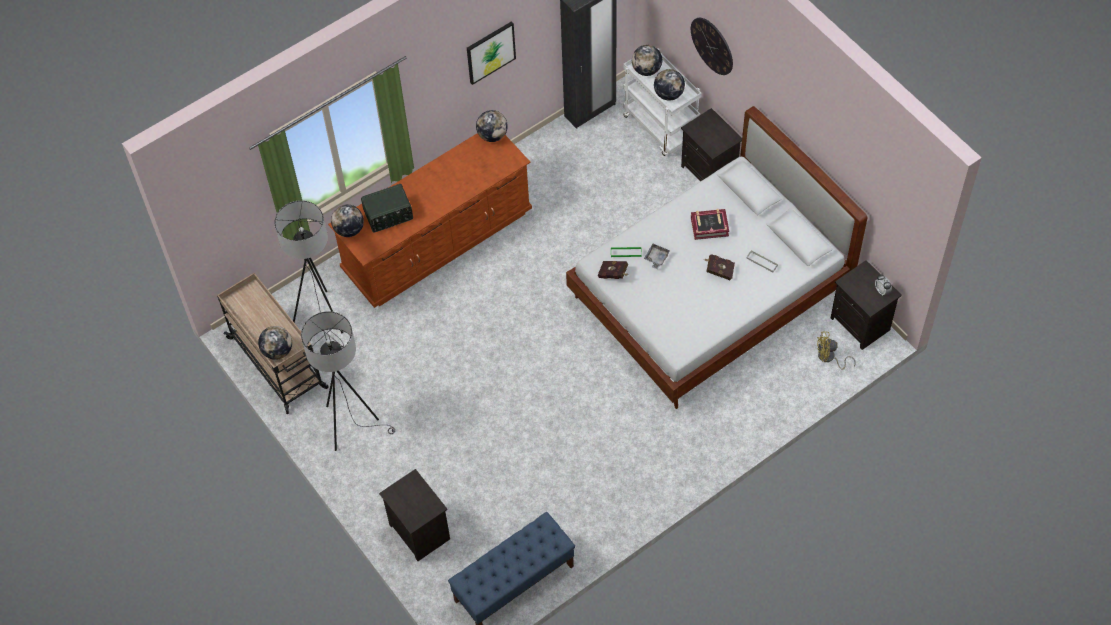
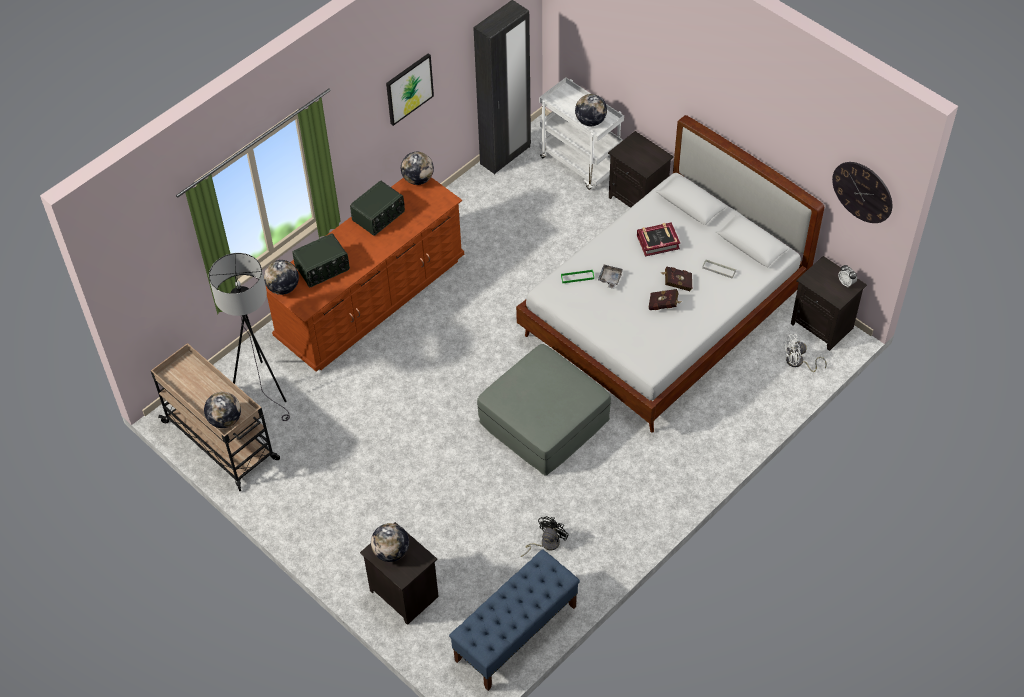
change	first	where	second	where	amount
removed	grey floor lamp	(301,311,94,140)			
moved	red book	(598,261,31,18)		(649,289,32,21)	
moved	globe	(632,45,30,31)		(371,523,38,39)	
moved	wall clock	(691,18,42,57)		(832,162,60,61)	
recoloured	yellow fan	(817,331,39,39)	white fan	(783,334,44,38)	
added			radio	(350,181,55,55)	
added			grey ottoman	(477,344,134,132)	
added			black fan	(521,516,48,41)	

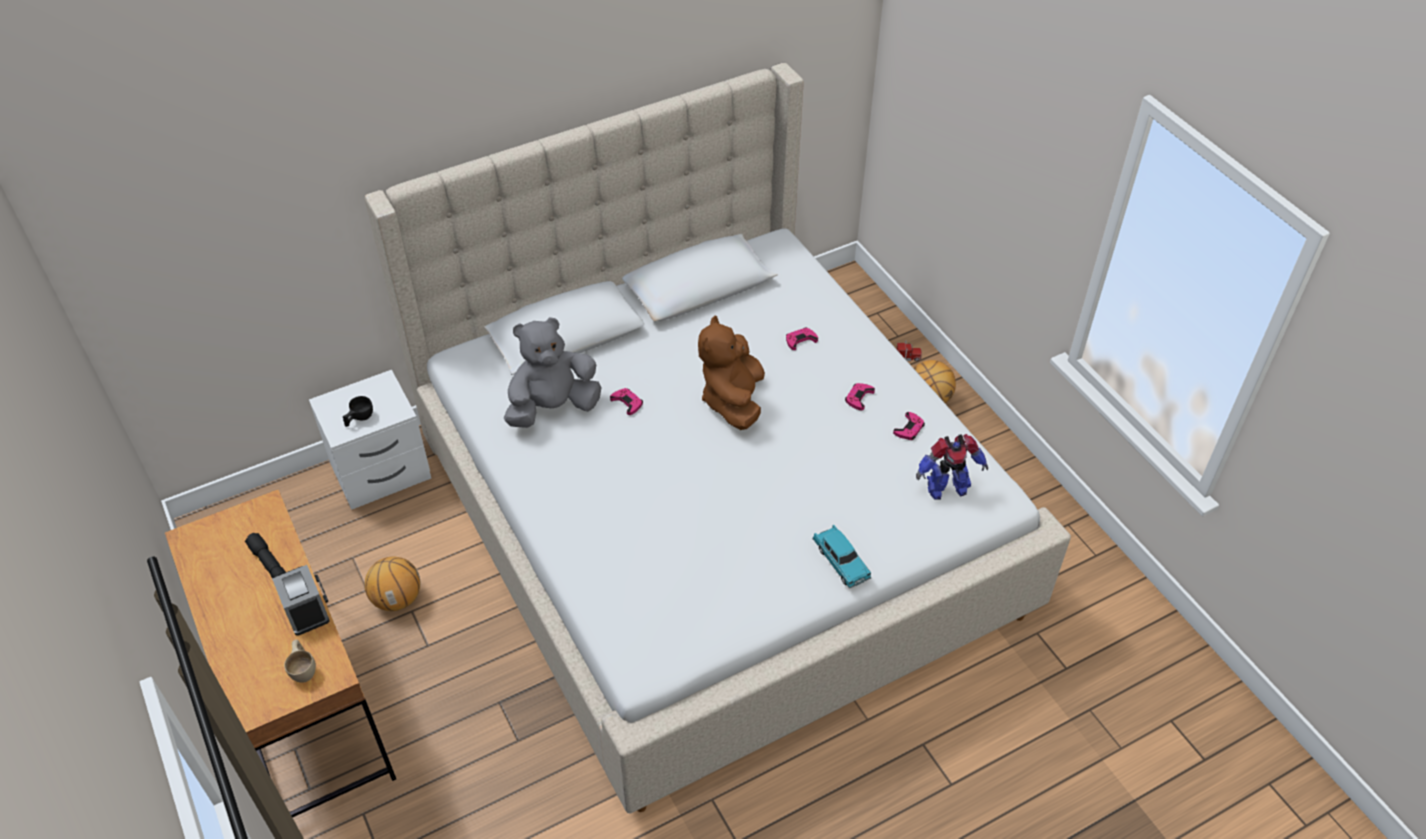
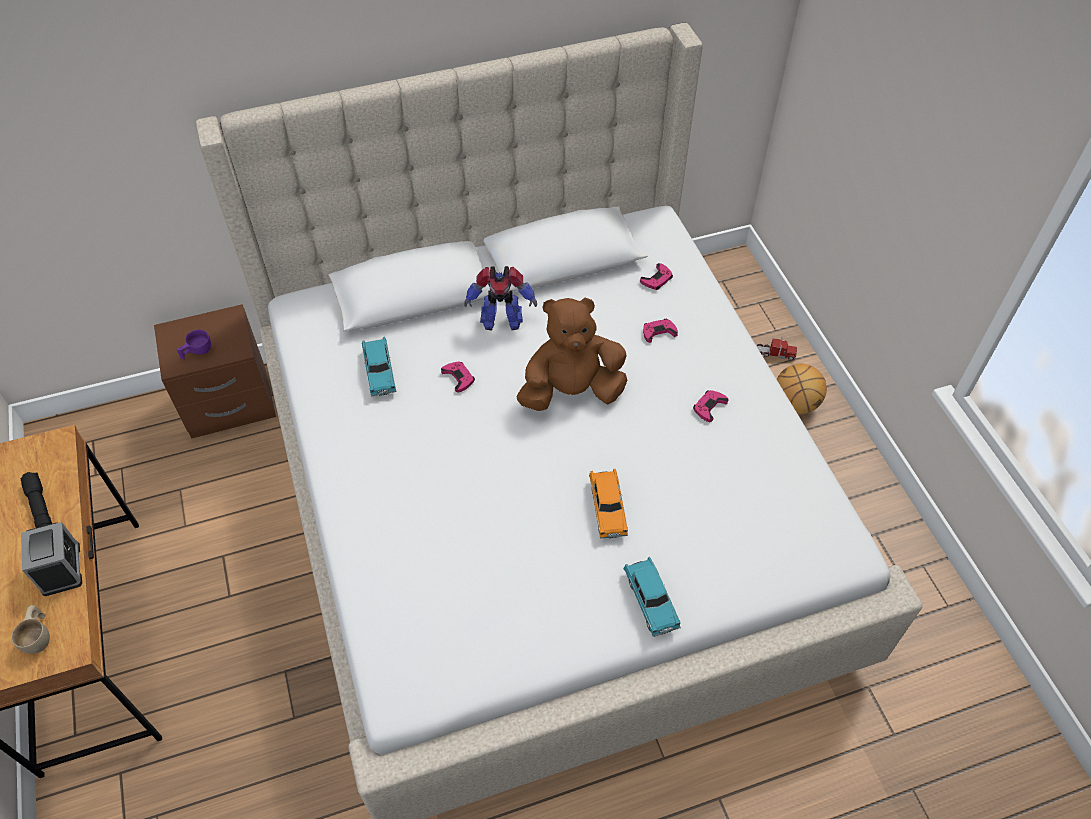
change	first	where	second	where	amount
recoloured	white nightstand	(309,370,122,140)	brown nightstand	(154,304,122,135)	
recoloured	black cup	(343,396,30,31)	purple cup	(177,330,34,29)	
removed	basketball	(365,557,55,54)			
replaced	grey plush toy	(504,317,98,111)	turquoise toy car	(362,337,35,60)	
turned	brown plush toy	(698,315,67,115)		(516,298,111,113)	60 degrees clockwise
moved	pink game controller	(893,412,32,28)		(640,263,33,27)	
moved	toy robot	(916,434,72,66)		(464,266,73,65)	
added			orange toy car	(589,469,39,70)	

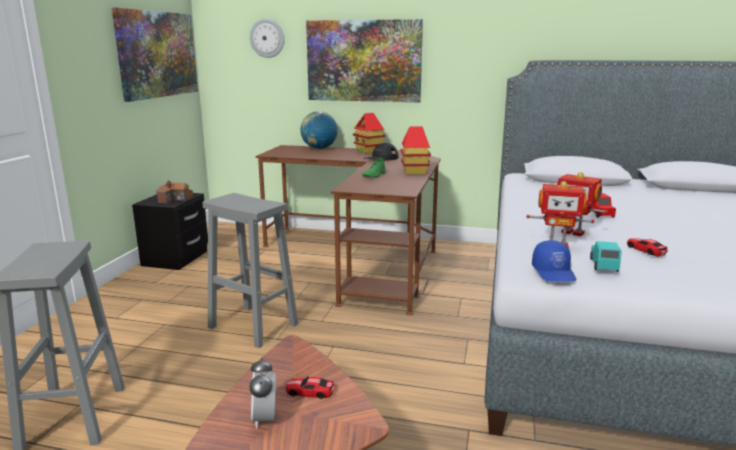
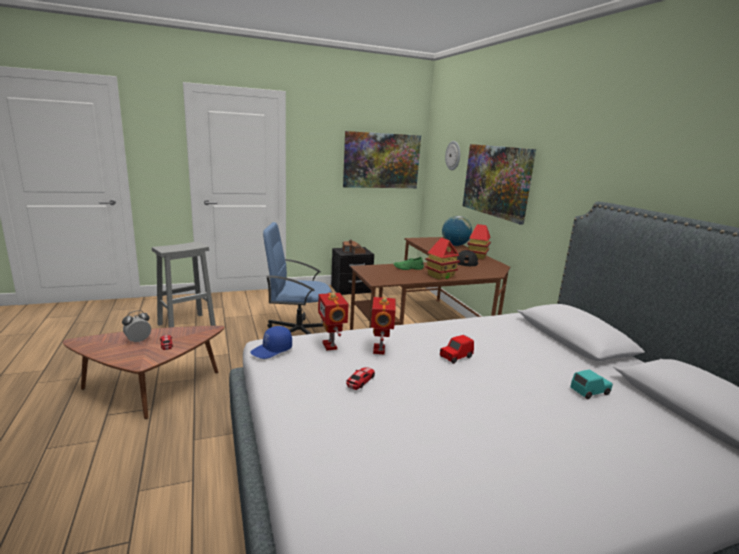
change	first	where	second	where	amount
replaced	grey stool	(203,193,95,155)	blue office chair	(263,222,68,112)	
moved	turquoise toy car	(590,241,32,31)		(570,369,43,30)	

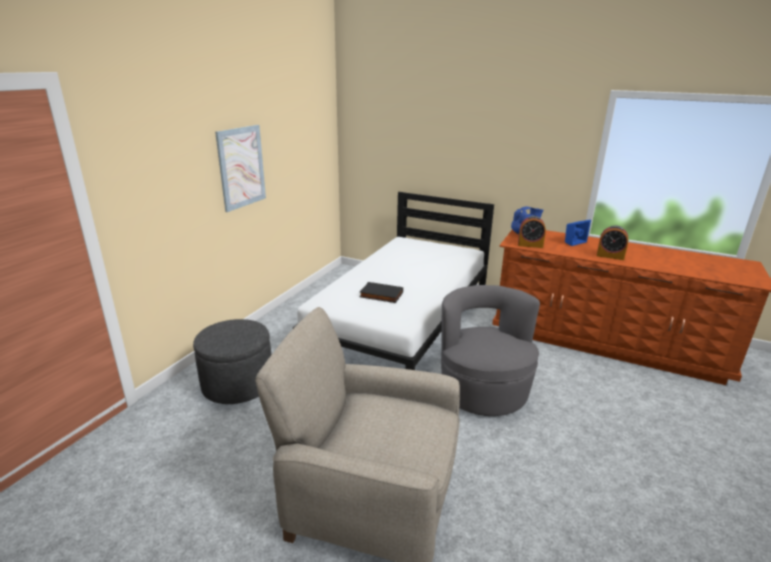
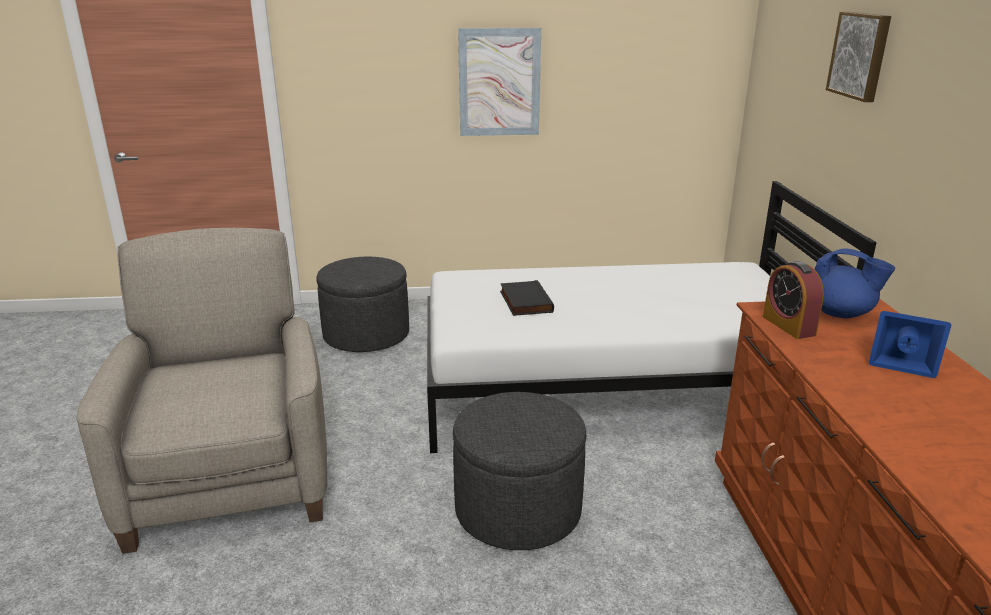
change	first	where	second	where	amount
replaced	grey armchair	(441,285,99,131)	grey ottoman	(453,392,133,158)	
removed	alarm clock	(597,226,31,34)			
added			picture	(826,11,65,91)	

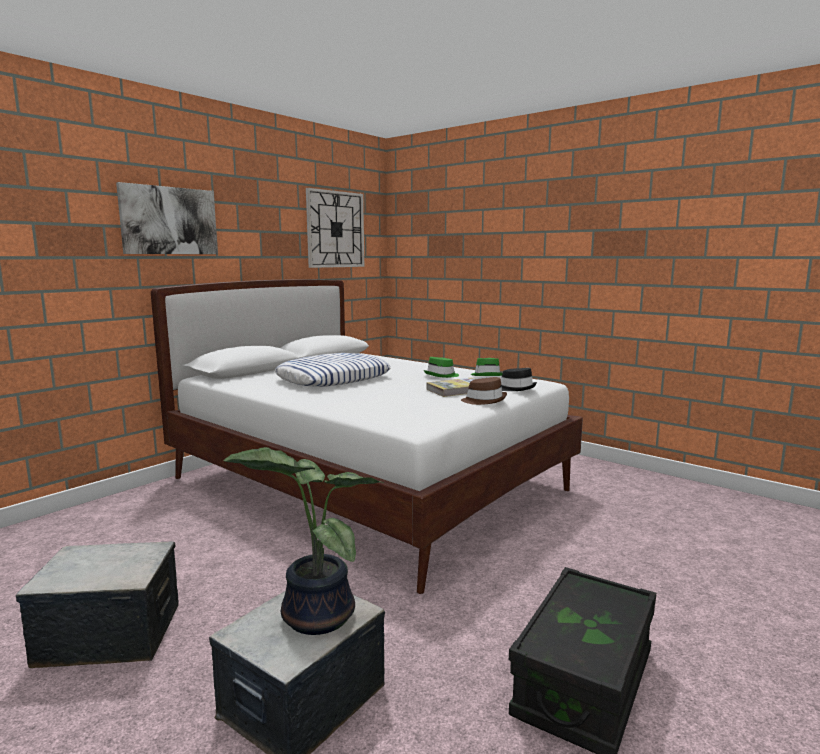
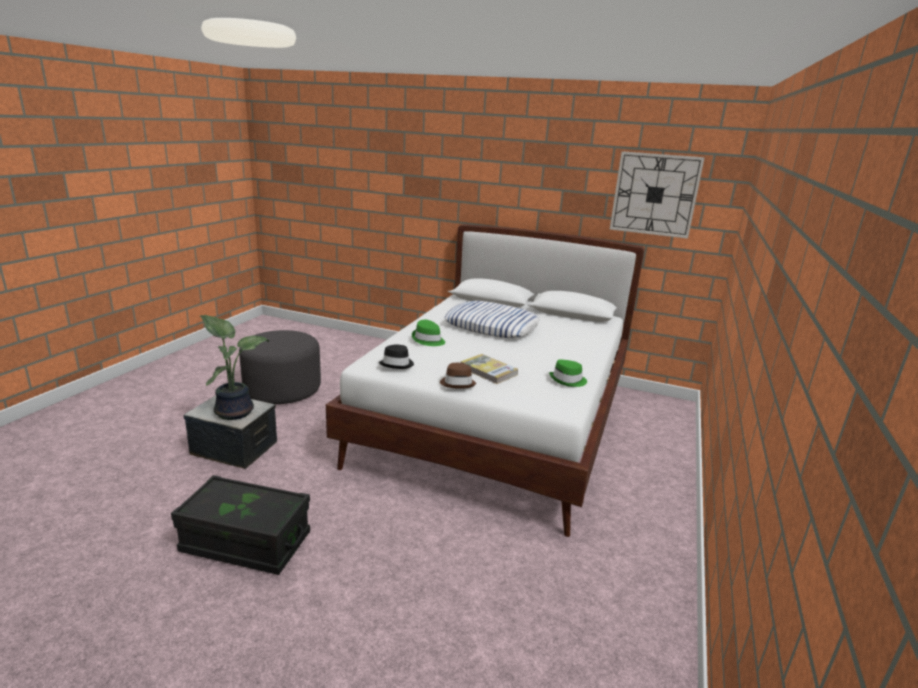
change	first	where	second	where	amount
replaced	storage box	(16,541,163,127)	grey ottoman	(239,330,82,74)	
removed	picture	(116,182,102,72)			
moved	green hat	(424,357,35,21)		(412,320,33,26)	
moved	black hat	(501,368,36,23)		(379,344,35,25)	

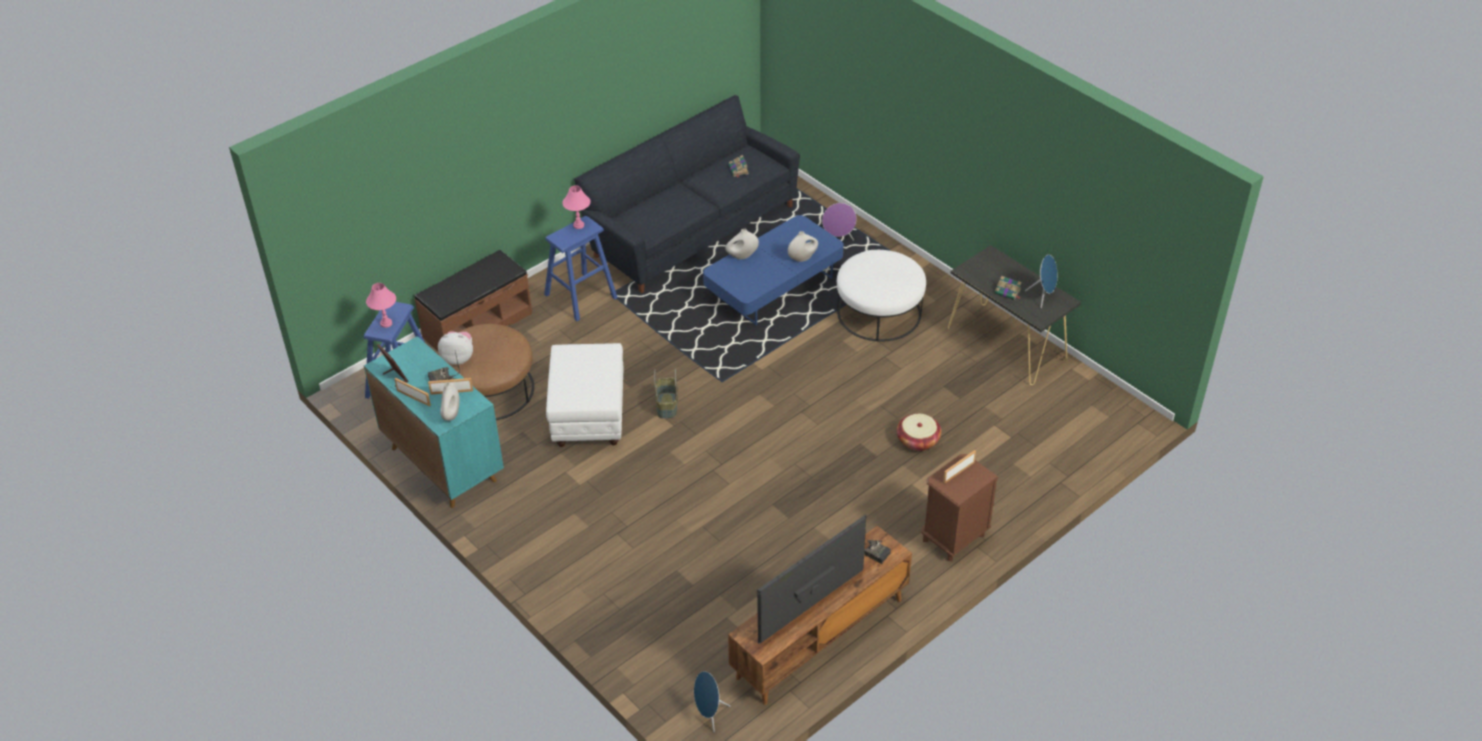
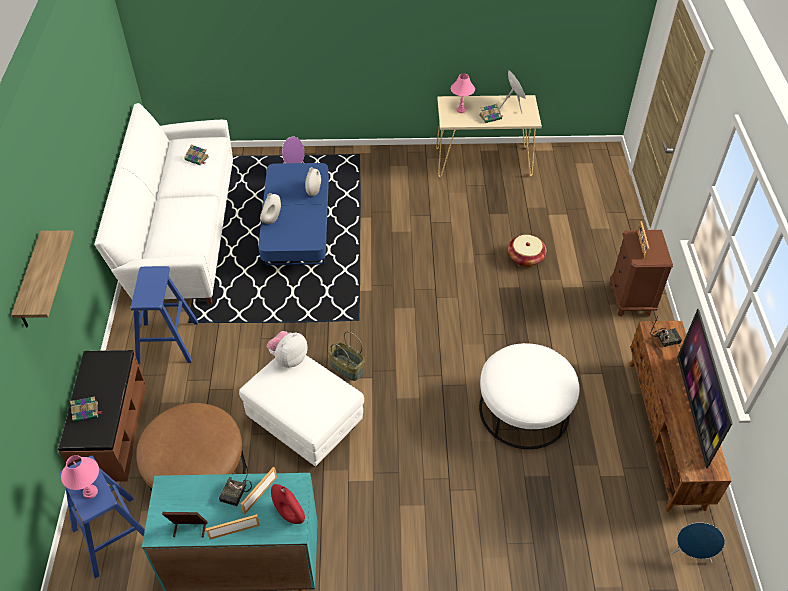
change	first	where	second	where	amount
moved	plush toy	(438,332,35,33)		(267,331,41,37)	
recoloured	white vase	(440,382,19,39)	red vase	(271,484,34,40)	
moved	pink table lamp	(562,185,29,44)		(451,74,24,39)	
recoloured	black sofa	(574,95,226,198)	white sofa	(94,103,139,201)	
moved	white ottoman	(837,250,89,92)		(479,343,101,106)	
recoloured	black console table	(948,245,133,140)	beige console table	(436,95,106,83)	
added			shelf	(11,230,63,97)	
added			book	(70,396,33,26)	

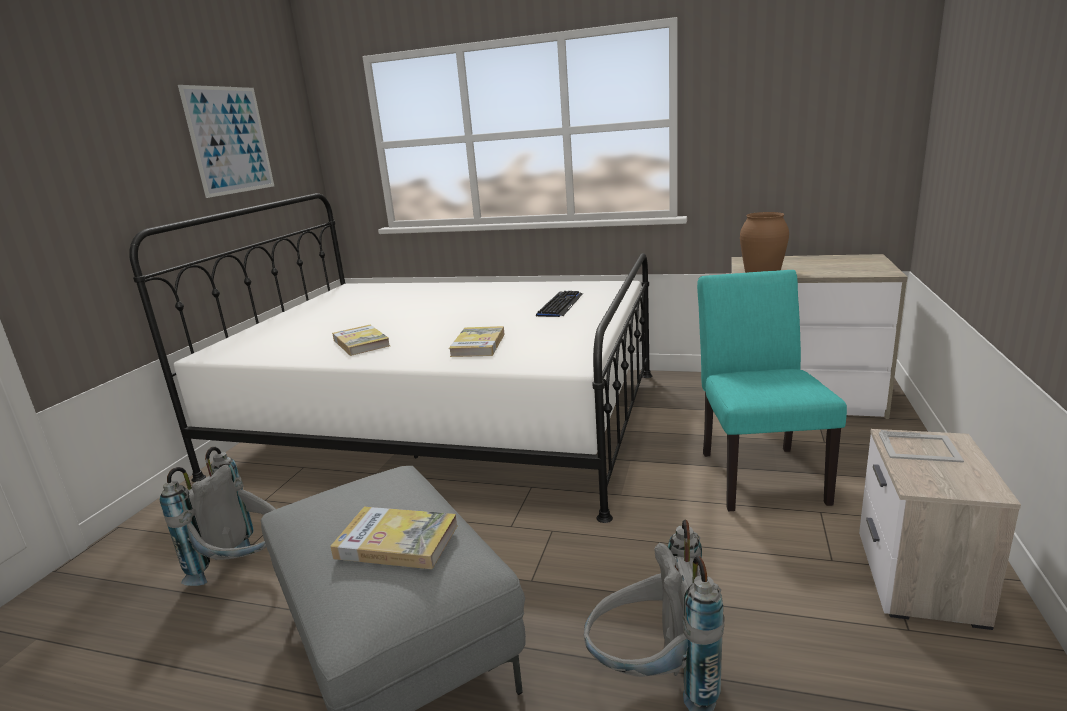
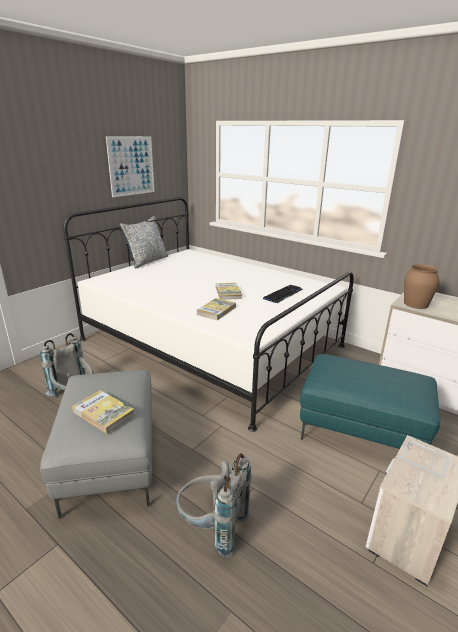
change	first	where	second	where	amount
moved	book	(332,325,58,31)		(216,283,26,17)	
replaced	turquoise chair	(697,270,150,241)	turquoise ottoman	(300,354,141,95)	
added			pillow	(120,216,48,52)	

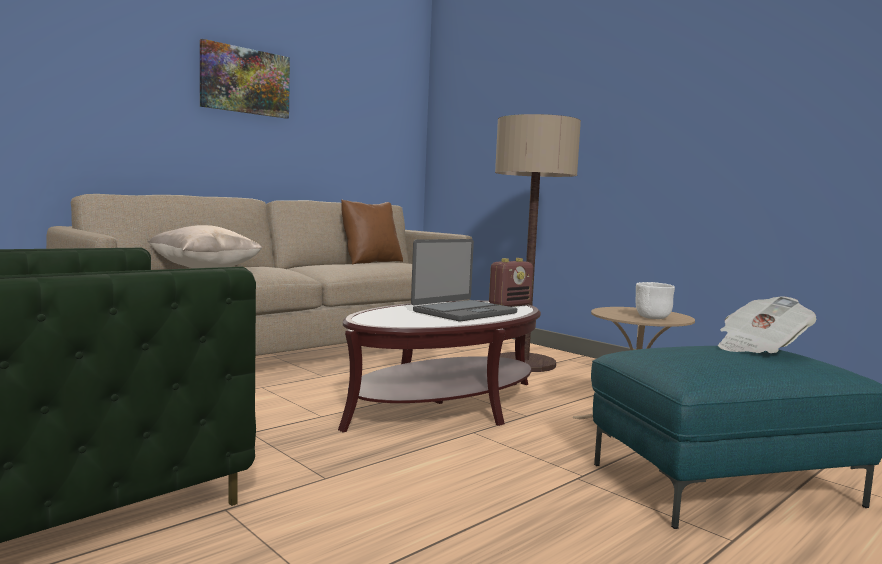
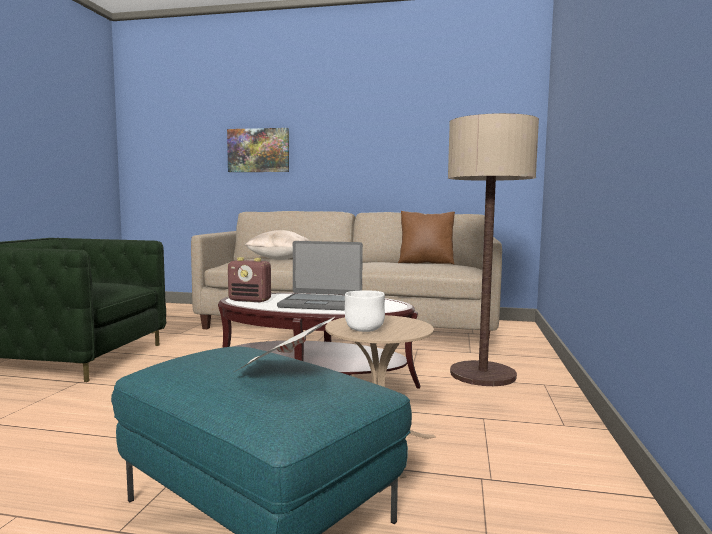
change	first	where	second	where	amount
moved	picture	(200,39,90,80)		(227,128,62,44)	
moved	radio	(489,258,44,49)		(228,257,43,45)	

